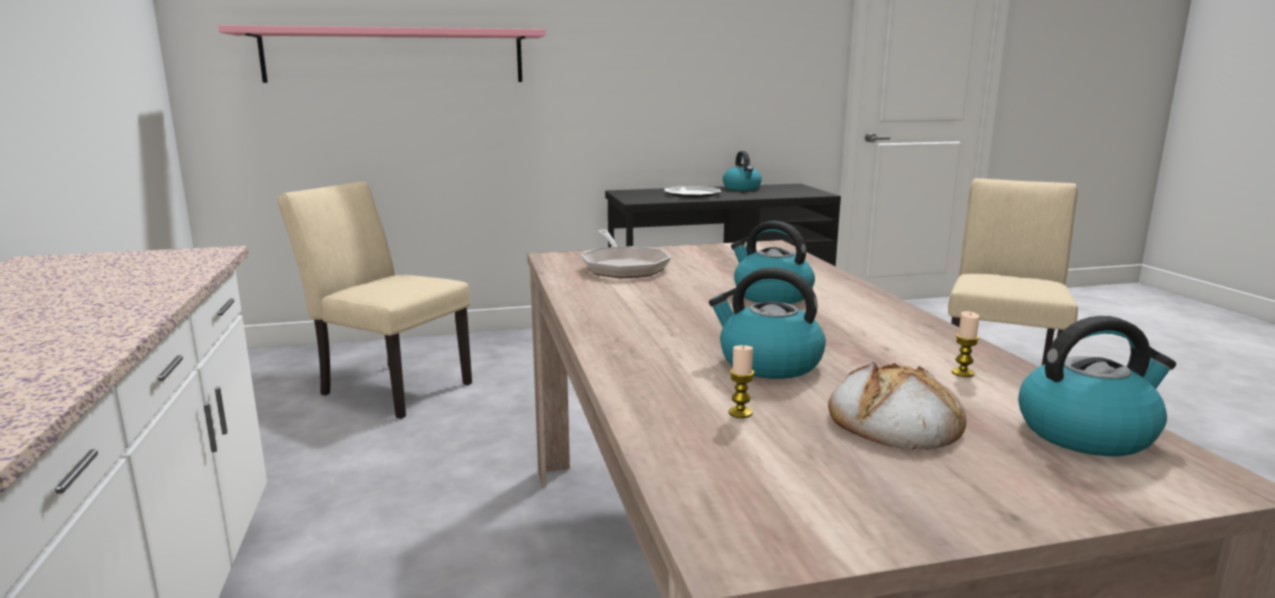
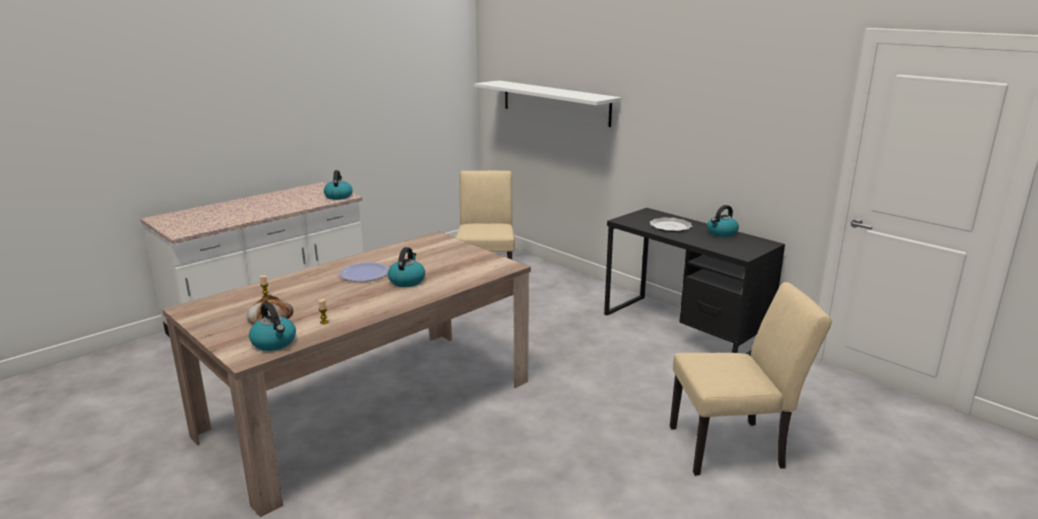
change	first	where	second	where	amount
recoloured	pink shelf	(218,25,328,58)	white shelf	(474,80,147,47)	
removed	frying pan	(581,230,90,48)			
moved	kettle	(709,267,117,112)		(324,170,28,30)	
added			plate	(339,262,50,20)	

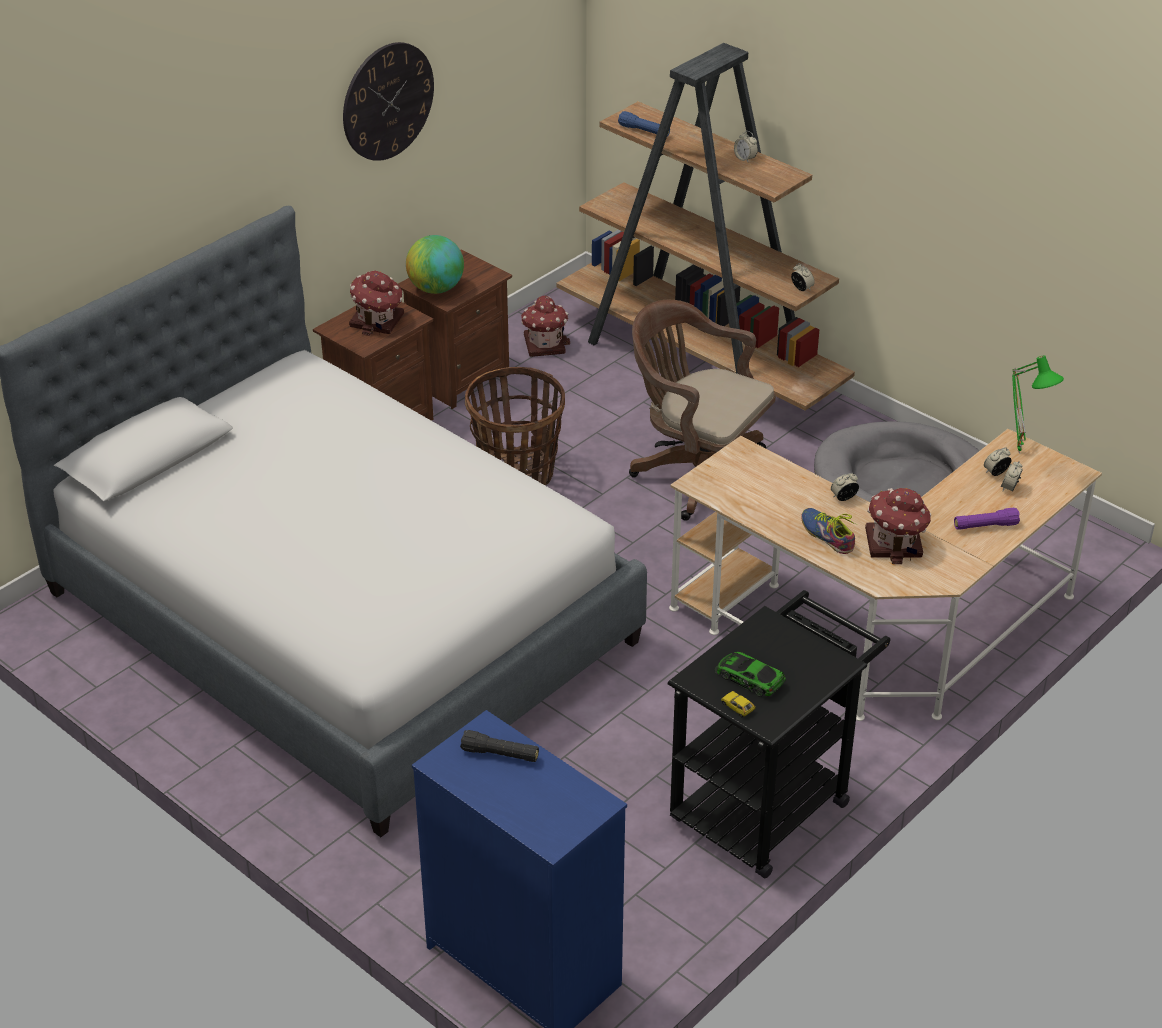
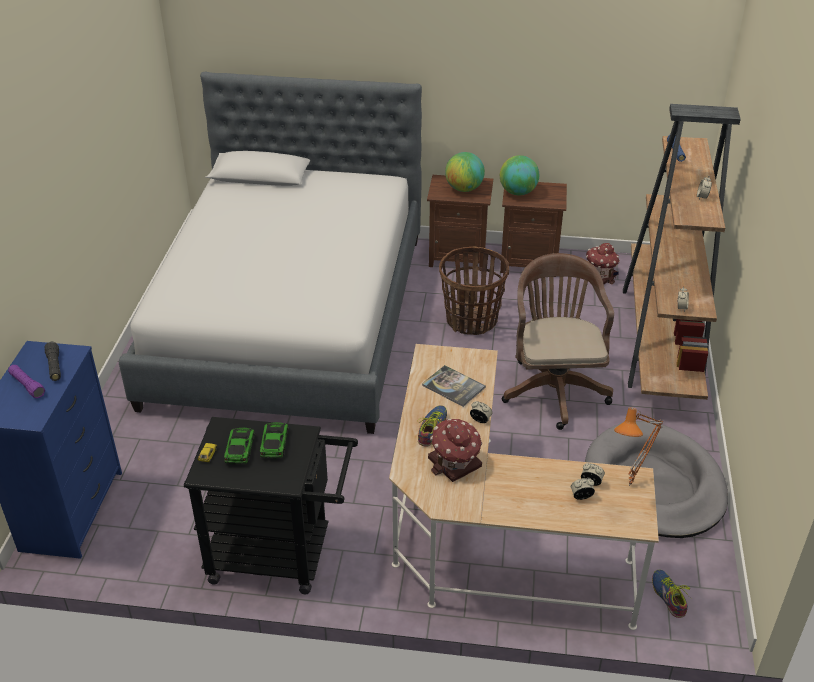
change	first	where	second	where	amount
removed	wall clock	(343,42,91,119)			
replaced	toy house	(349,270,55,66)	globe	(445,152,40,40)	
moved	purple flashlight	(954,508,66,22)		(8,365,37,33)	
recoloured	green table lamp	(1012,355,52,99)	orange table lamp	(614,407,49,79)	
added			toy car	(260,422,29,37)	
added			book	(422,365,64,42)	
added			shoe	(652,570,39,48)	

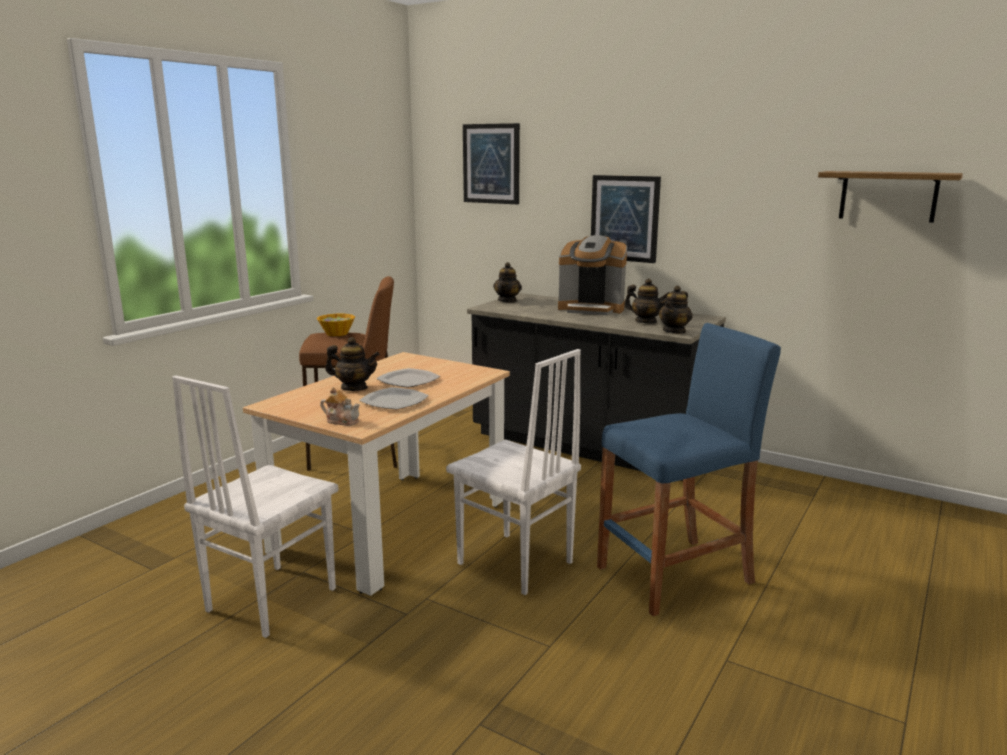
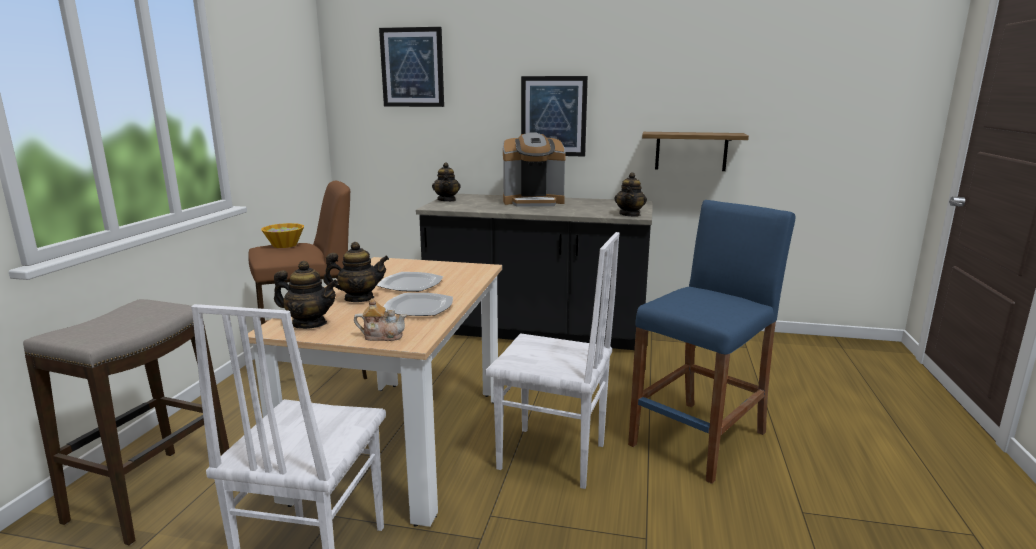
change	first	where	second	where	amount
moved	teapot	(624,279,46,44)		(274,261,64,68)	
moved	shelf	(818,171,145,52)		(642,132,107,39)	
added			stool	(23,299,206,246)	

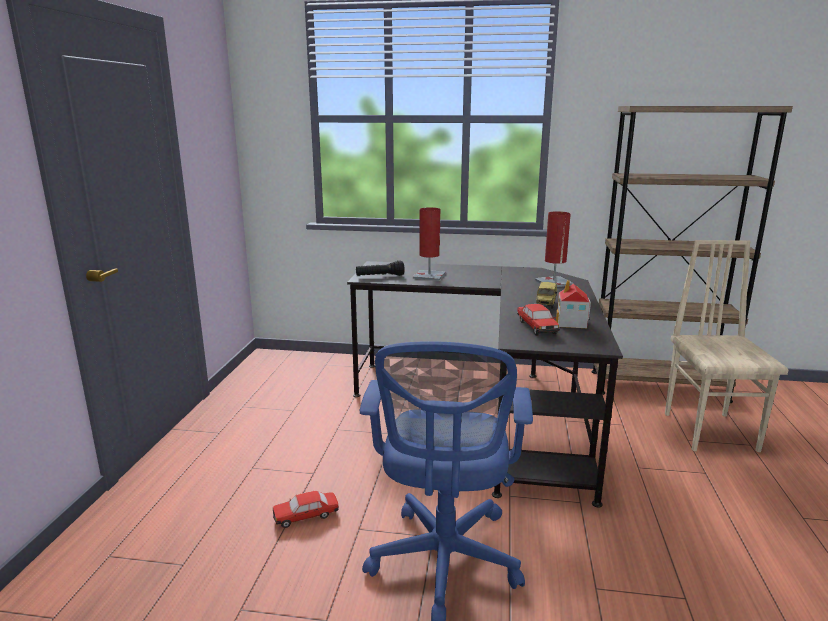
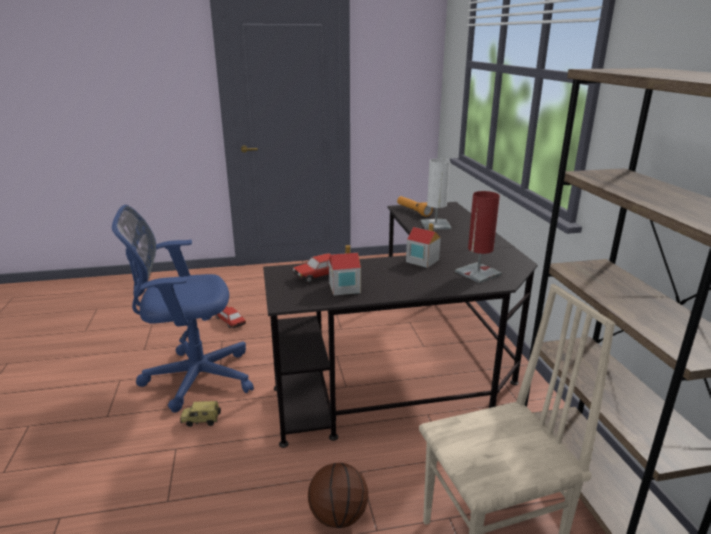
change	first	where	second	where	amount
recoloured	black flashlight	(356,260,49,16)	orange flashlight	(397,196,36,21)	
recoloured	red table lamp	(413,207,33,74)	white table lamp	(421,158,30,72)	
moved	toy car	(536,282,21,27)		(180,401,41,26)	
added			basketball	(308,463,60,65)	
added			toy house	(406,223,35,45)	

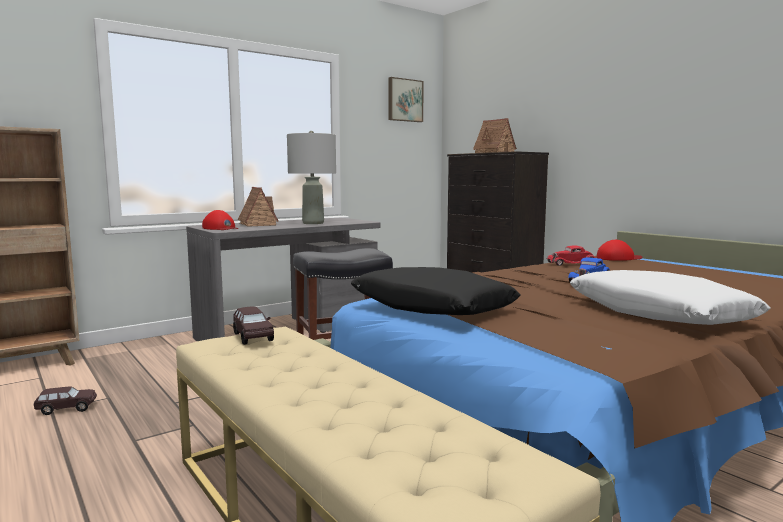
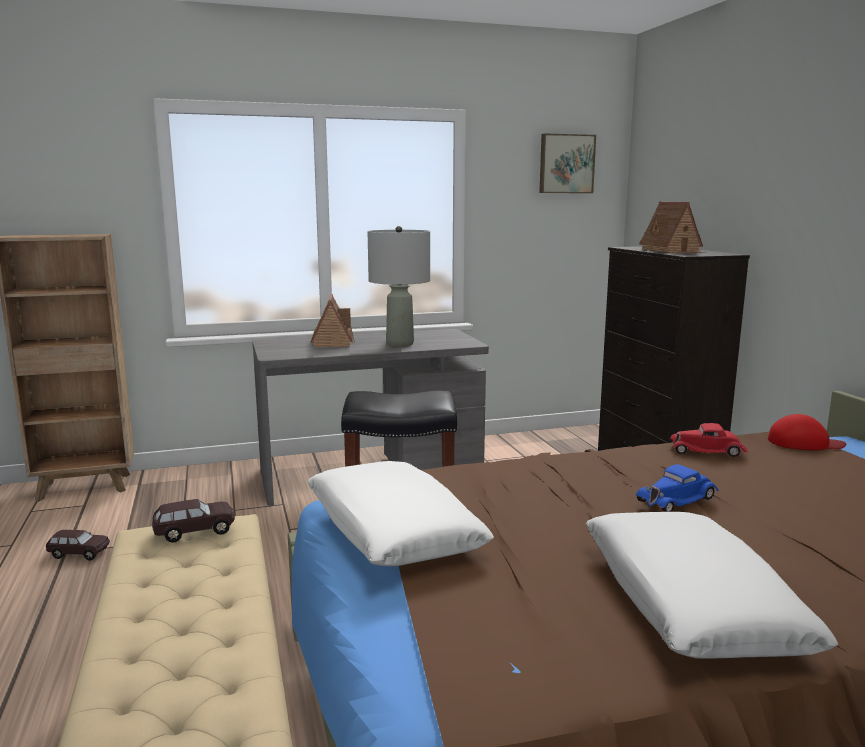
change	first	where	second	where	amount
removed	red cap	(202,210,37,20)			
turned	brown toy car	(233,307,41,38)		(152,499,83,44)	105 degrees counterclockwise
recoloured	black pillow	(351,267,170,48)	white pillow	(307,461,187,105)	

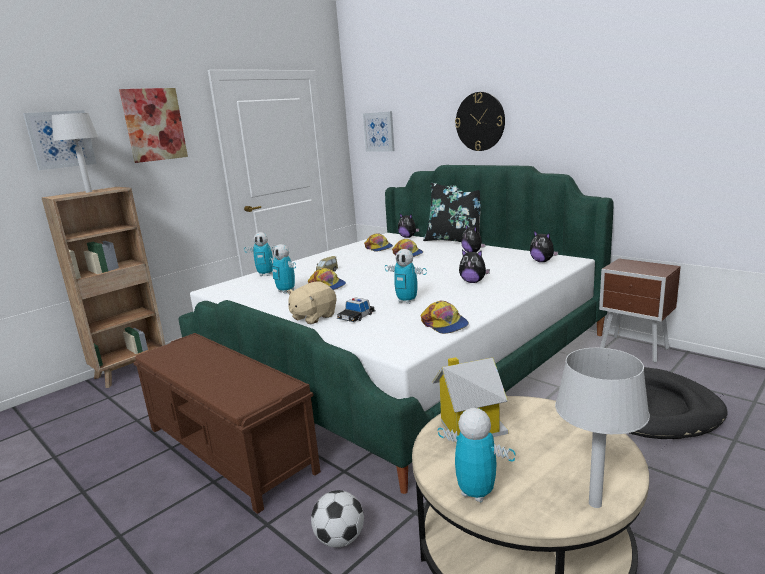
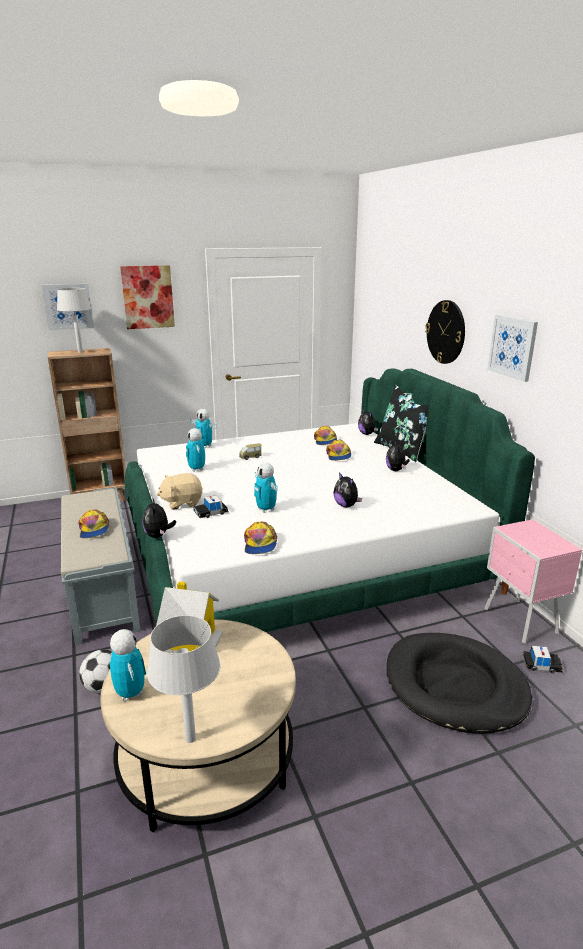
change	first	where	second	where	amount
recoloured	brown bench	(133,333,188,181)	grey bench	(61,487,80,158)	
moved	cap	(308,268,38,22)		(78,509,31,29)	
moved	picture	(363,111,32,41)		(488,315,50,67)	
moved	plush toy	(530,231,28,31)		(142,497,34,41)	
recoloured	brown nightstand	(599,259,82,104)	pink nightstand	(484,519,98,125)	
added			toy car	(522,646,41,27)	

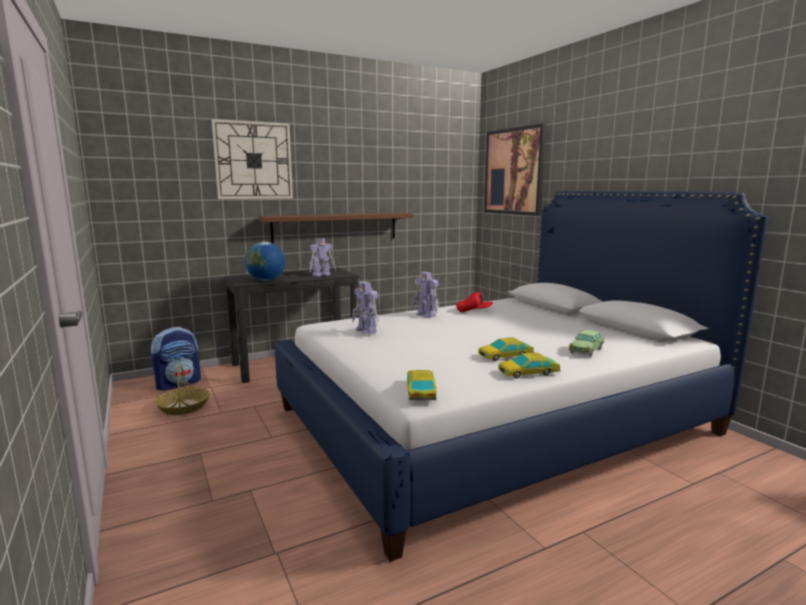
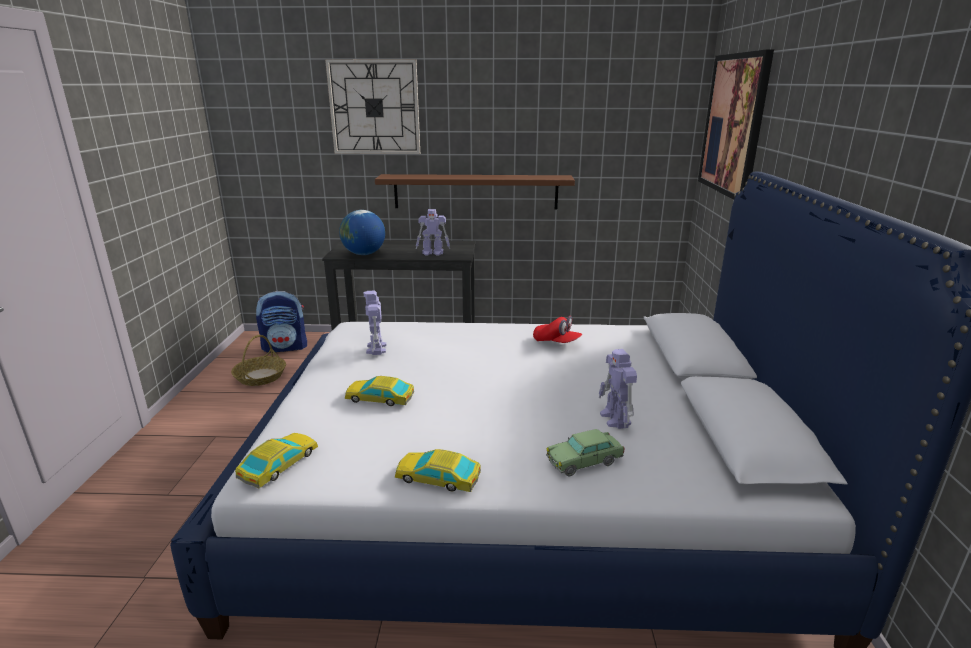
change	first	where	second	where	amount
moved	toy robot	(412,272,27,45)		(599,349,38,80)	
moved	toy car	(478,338,56,23)		(345,376,69,30)	

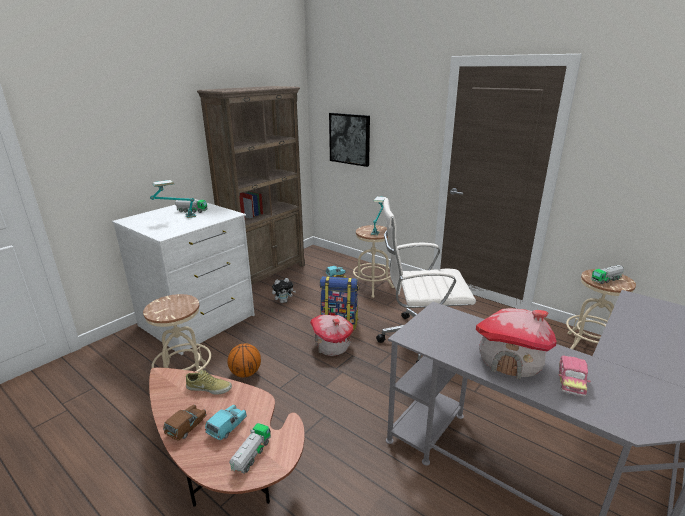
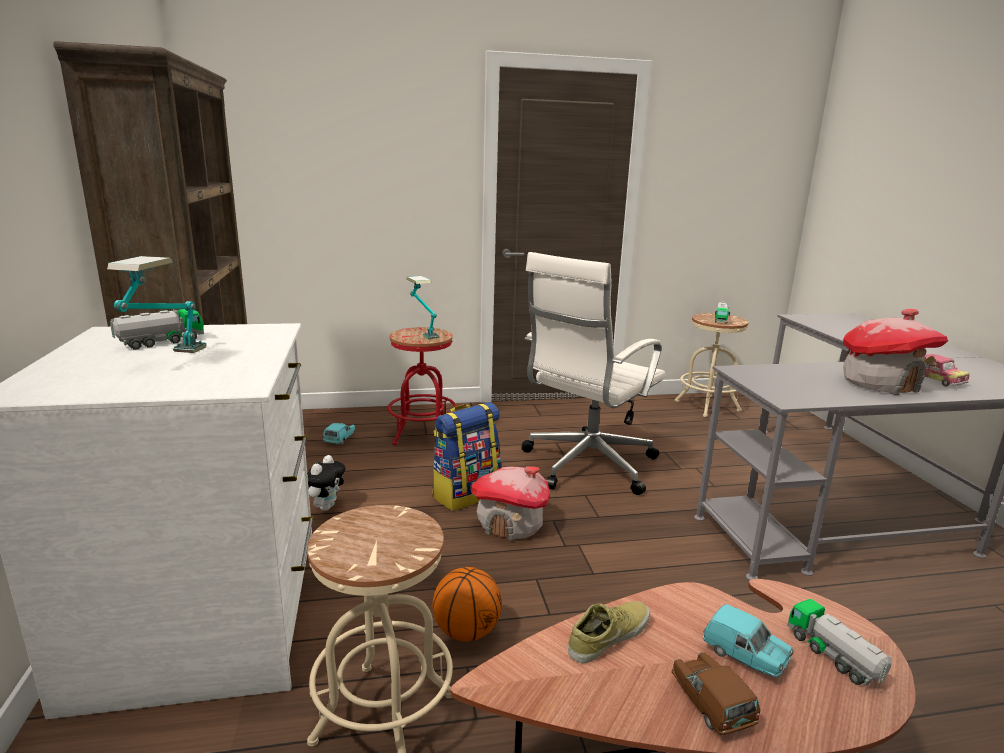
change	first	where	second	where	amount
turned	turquoise toy car	(205,405,42,35)		(703,604,90,73)	150 degrees clockwise
removed	picture	(329,113,41,54)			
recoloured	beige stool	(353,225,41,73)	red stool	(387,327,69,118)	

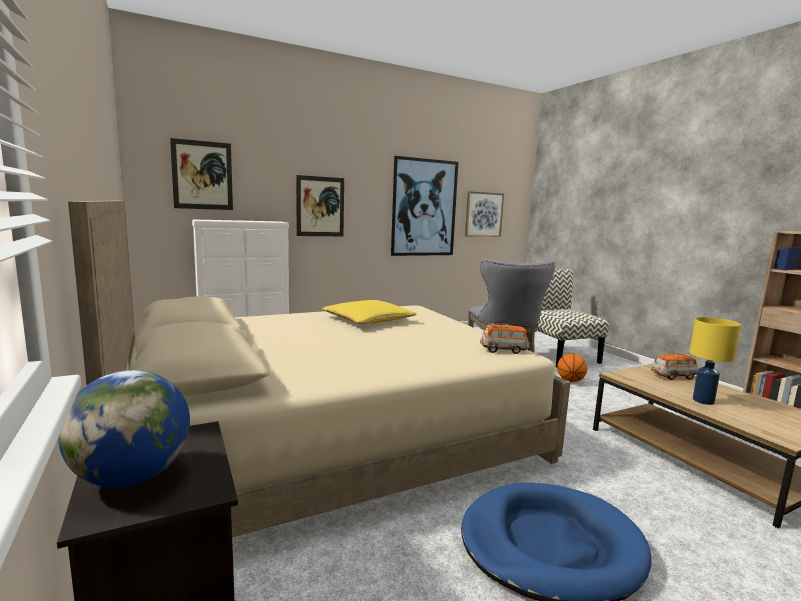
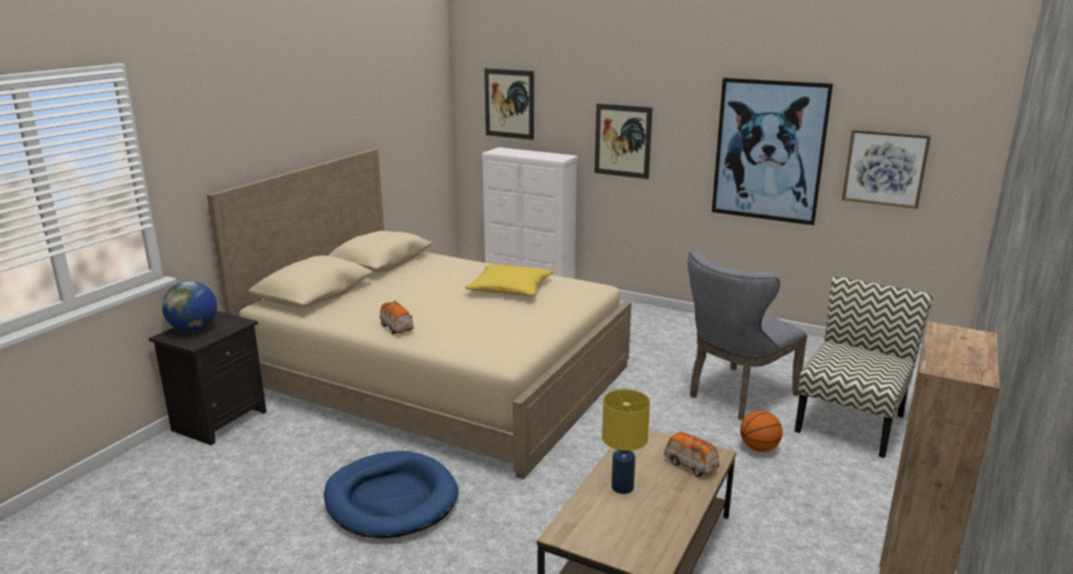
change	first	where	second	where	amount
moved	toy car	(480,323,50,31)		(380,301,34,33)	

